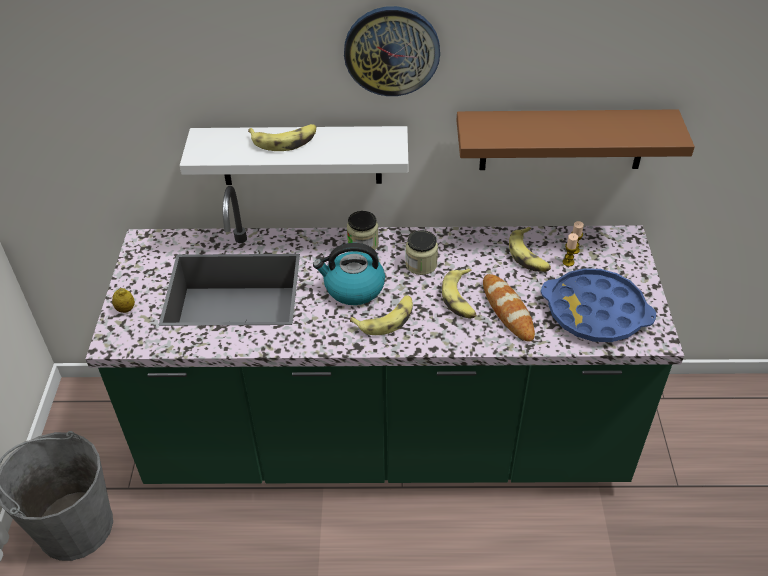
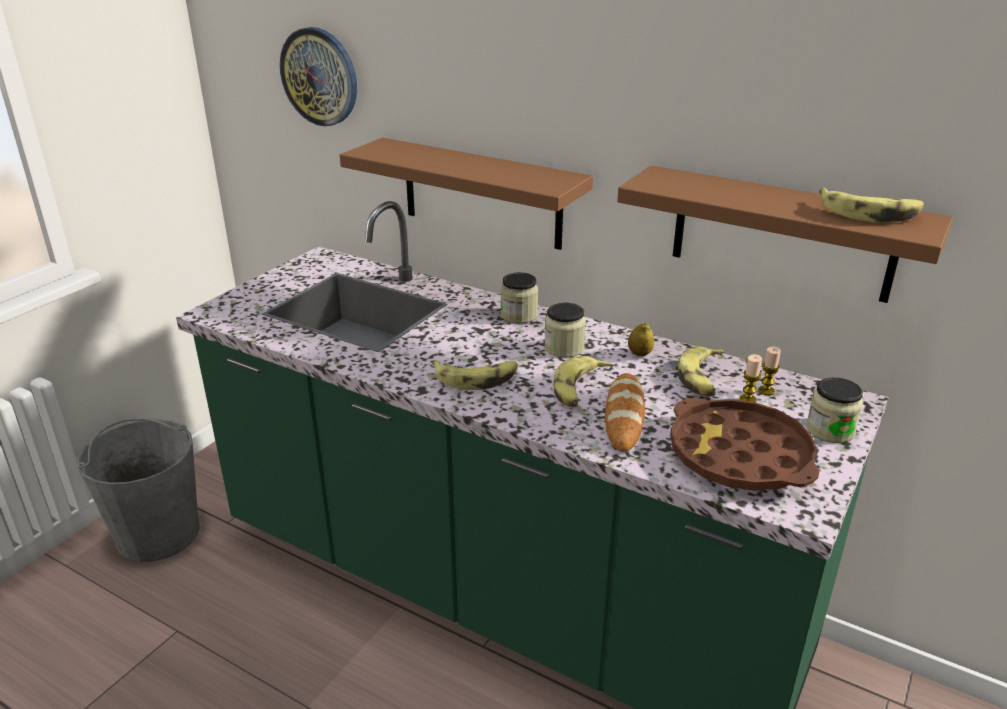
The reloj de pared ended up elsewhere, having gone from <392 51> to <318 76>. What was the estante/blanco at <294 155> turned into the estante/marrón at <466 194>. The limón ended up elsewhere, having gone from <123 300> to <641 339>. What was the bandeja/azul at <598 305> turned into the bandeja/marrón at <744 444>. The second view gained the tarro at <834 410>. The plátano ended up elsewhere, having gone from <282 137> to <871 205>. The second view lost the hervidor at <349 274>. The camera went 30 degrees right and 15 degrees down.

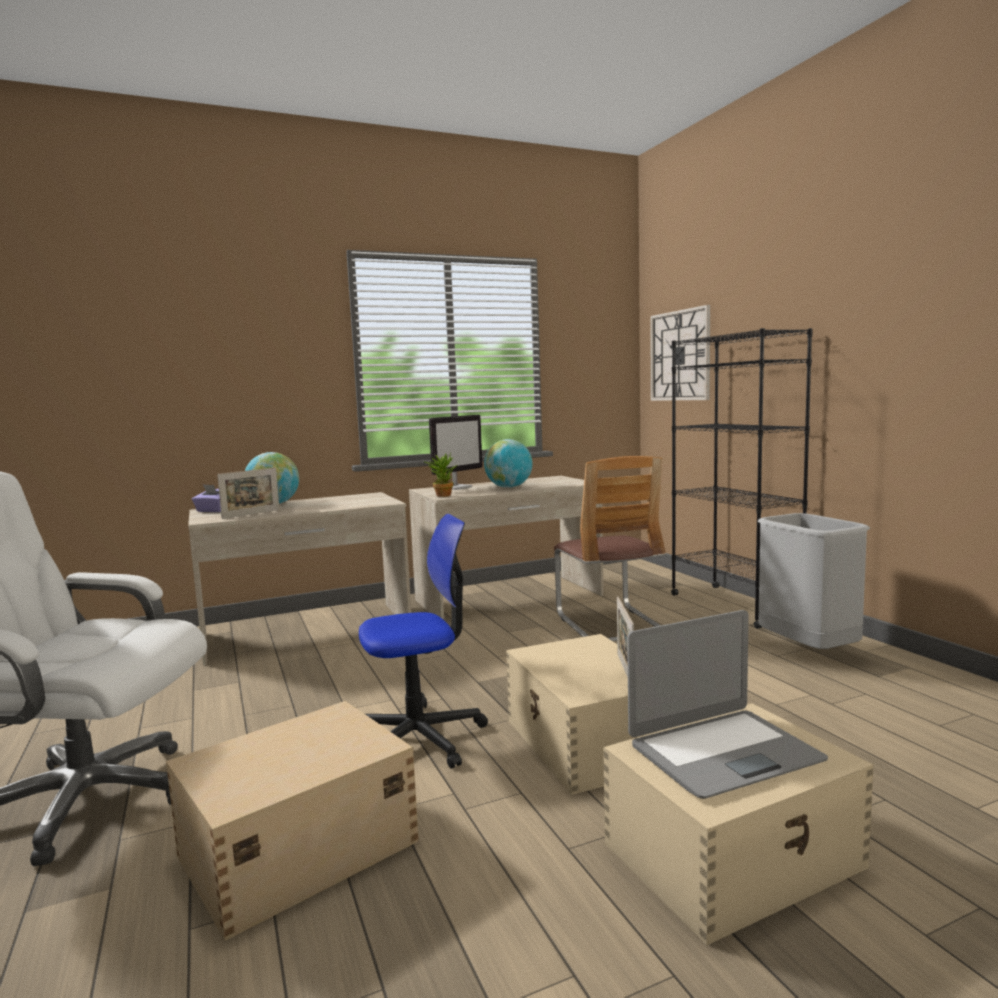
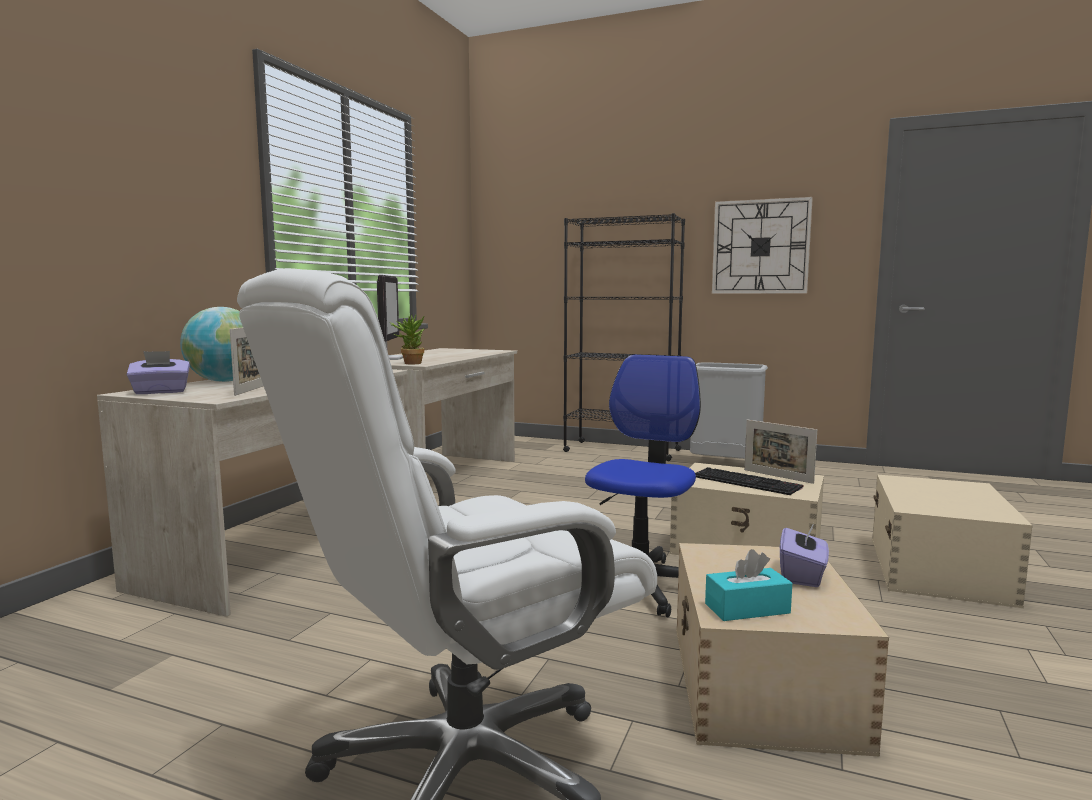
The second view gained the teclado at <749 481>. The second view gained the caja de pañuelos/turquesa at <748 585>. The reloj de pared ended up elsewhere, having gone from <680 353> to <762 245>. The second view gained the caja de pañuelos/morado at <804 554>. The second view lost the globo terráqueo at <508 463>. The second view lost the silla at <610 548>. The second view lost the portátil at <727 704>. The camera went 45 degrees left and 0 degrees up.

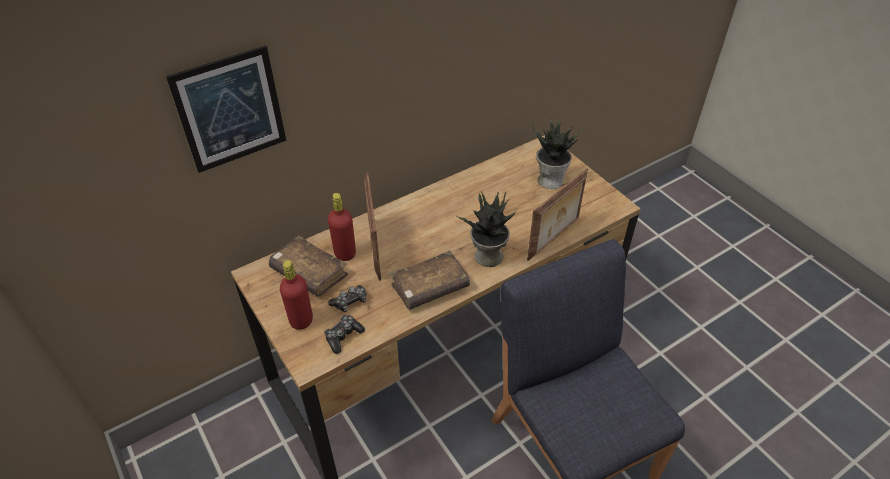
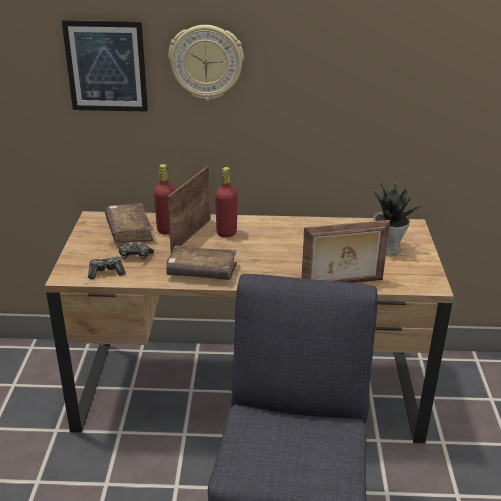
The second view gained the reloj de pared at <206 63>. The botella/rojo ended up elsewhere, having gone from <296 295> to <226 202>. The second view lost the planta en maceta at <487 229>. The camera went 35 degrees right and 15 degrees down.

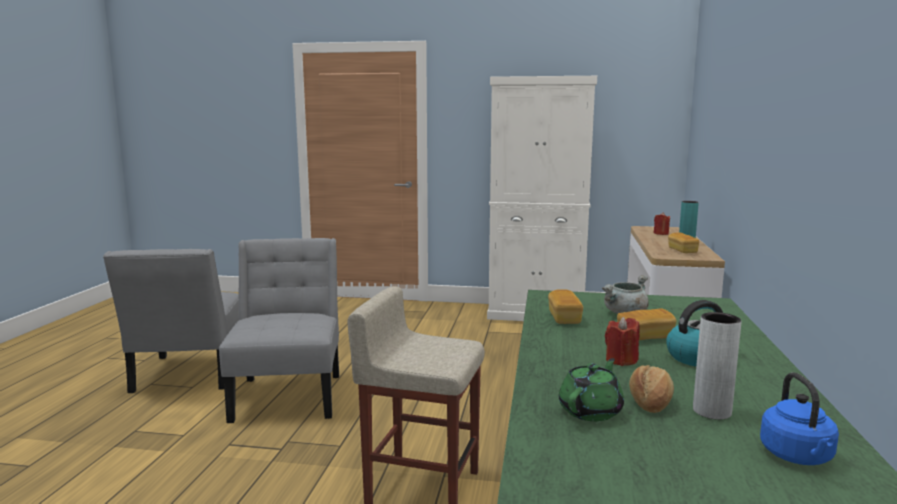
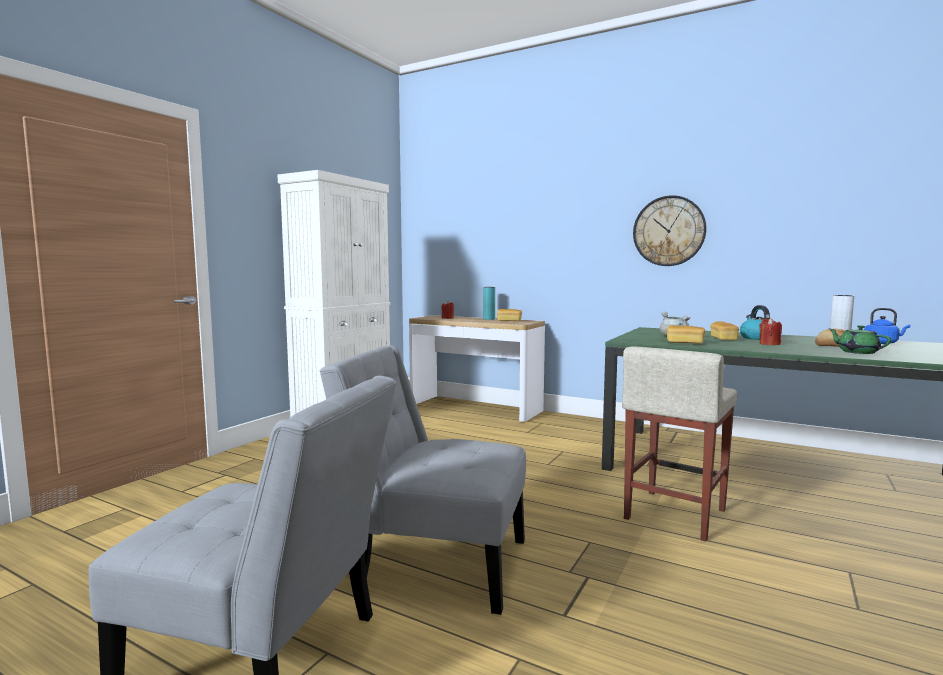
The second view gained the reloj de pared at <670 230>. The camera went 70 degrees left and 5 degrees down.

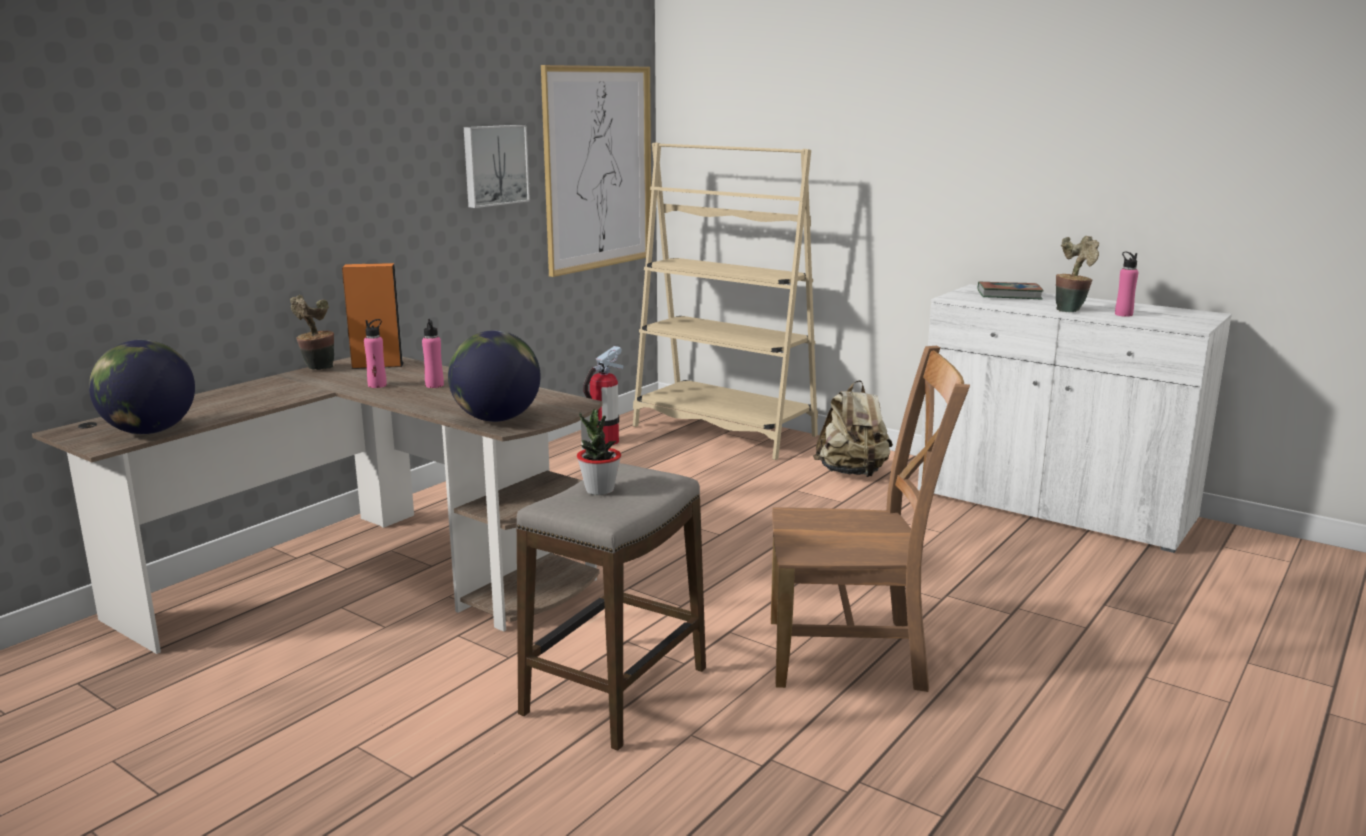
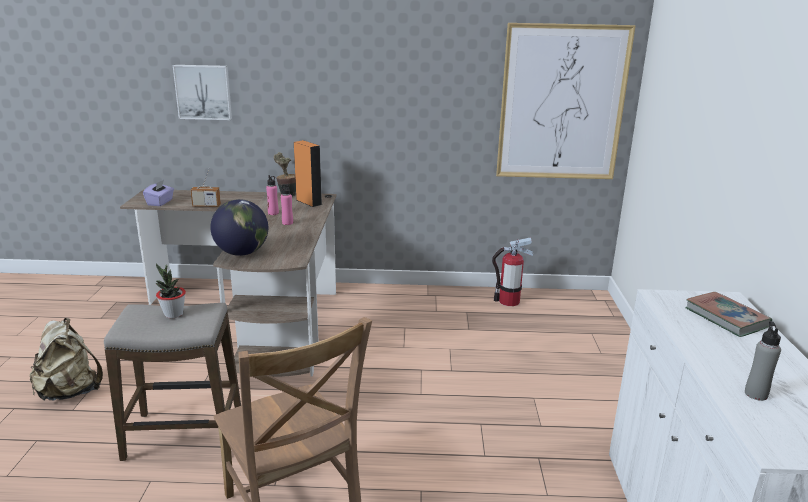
The mochila/beis ended up elsewhere, having gone from <853 428> to <66 359>. Where the globo terráqueo stood at <142 387>, the caja de pañuelos/morado came to stand at <158 193>. The cuadro ended up elsewhere, having gone from <497 166> to <202 92>. The second view gained the radio at <205 189>. What was the botella/rosa at <1126 284> turned into the botella/gris at <763 361>. The second view lost the estantería/beis at <725 301>. The second view lost the planta en maceta at <1077 274>. The camera went 55 degrees right and 5 degrees up.

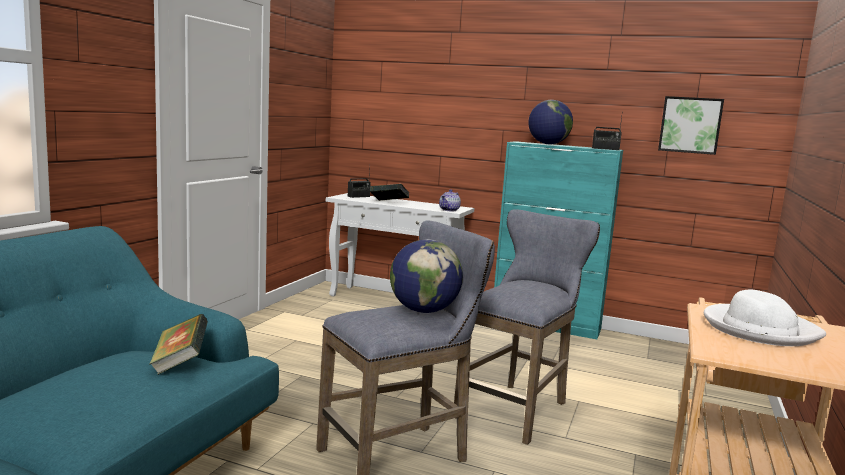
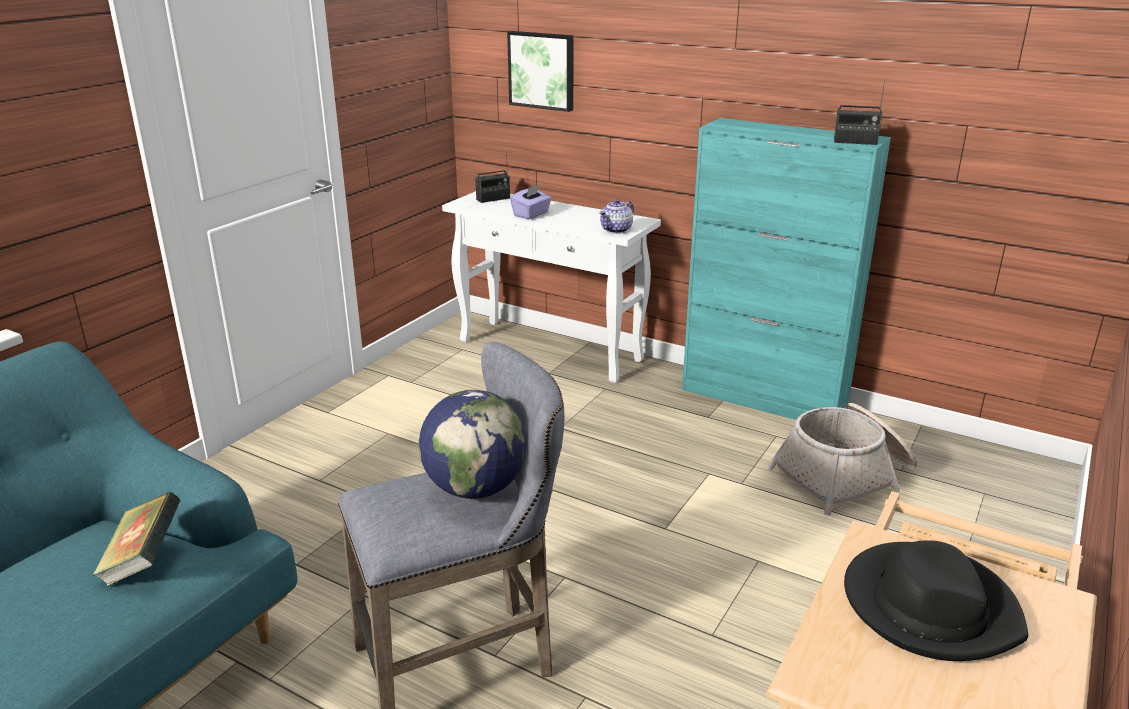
The cuadro ended up elsewhere, having gone from <691 125> to <540 71>. Where the libro stood at <389 192>, the caja de pañuelos/morado came to stand at <531 201>. The second view gained the cesta at <842 459>. What was the sombrero/blanco at <765 317> turned into the sombrero/negro at <936 600>. The second view lost the taburete/gris at <527 327>. The second view lost the globo terráqueo at <550 122>. The camera went 10 degrees right and 15 degrees up.

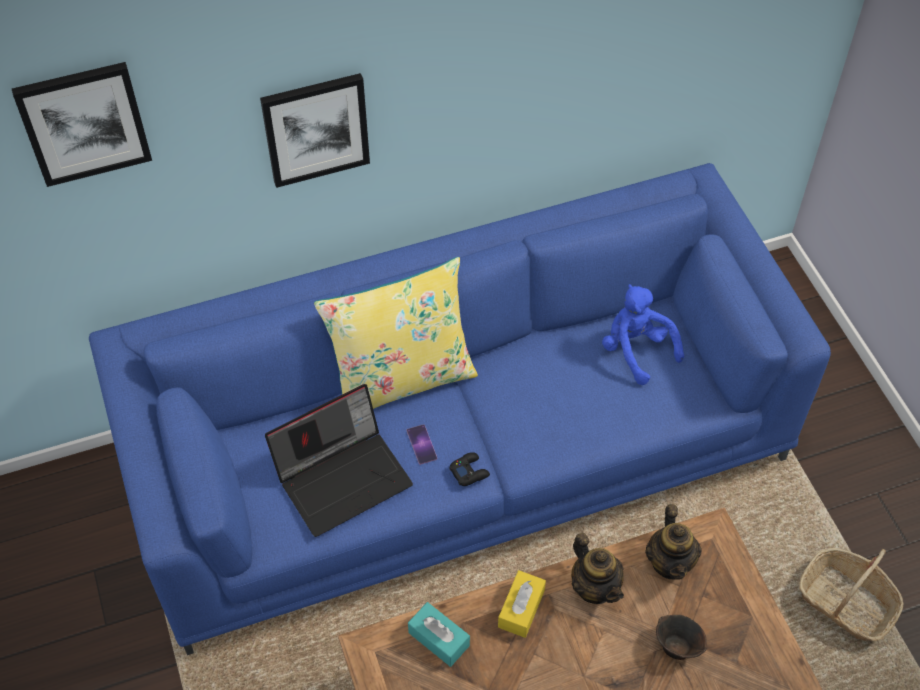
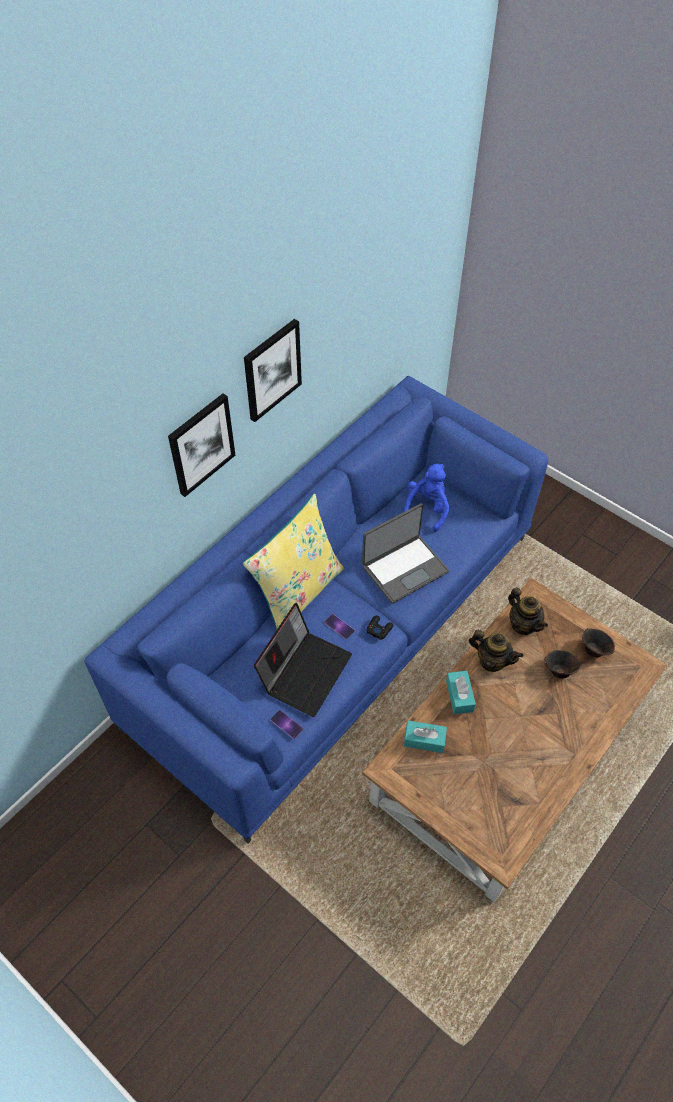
The cuadro ended up elsewhere, having gone from <82 124> to <273 370>. The second view gained the móvil at <287 724>. The second view gained the portátil at <405 553>. The peluche/azul at <643 334> ended up facing another way, 90 degrees clockwise from before. What was the caja de pañuelos/amarillo at <522 604> turned into the caja de pañuelos/turquesa at <461 692>. The second view gained the cuenco/marrón at <598 643>. The second view lost the cesta at <851 595>. The camera went 30 degrees left and 0 degrees up.

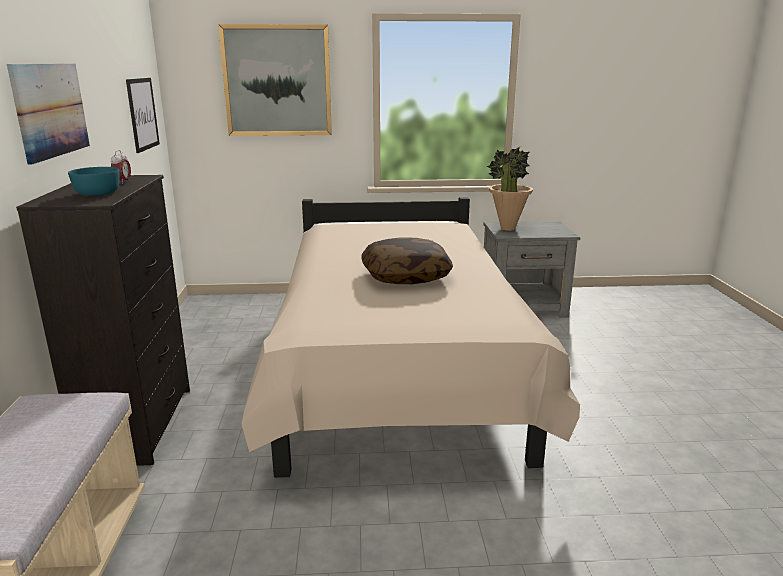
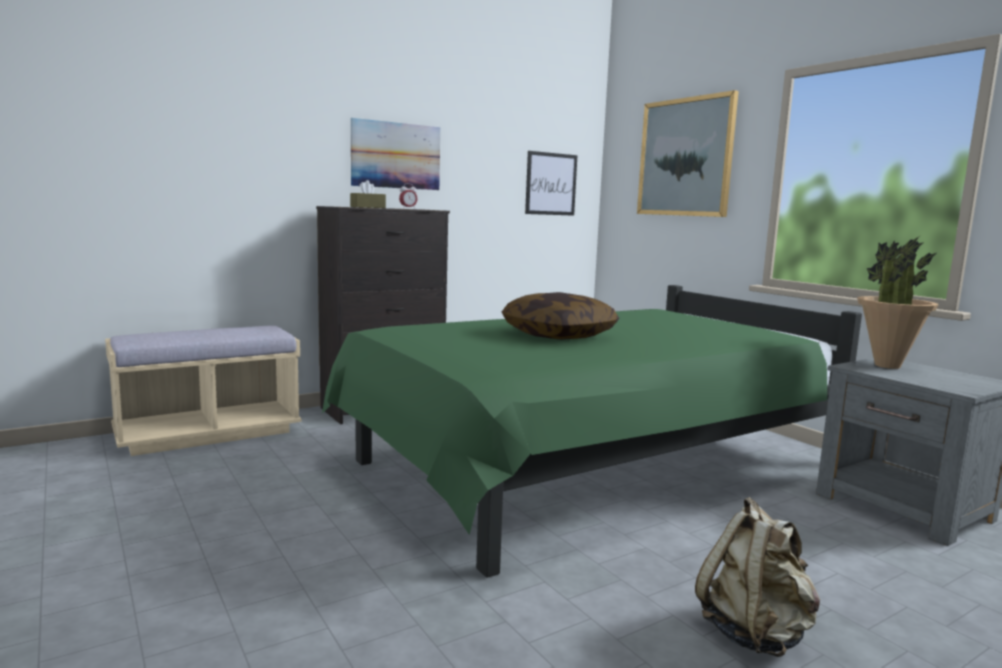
What was the cama/beis at <411 337> turned into the cama/verde at <592 431>. Where the cuenco/turquesa stood at <94 181>, the caja de pañuelos/marrón came to stand at <368 194>. The second view gained the mochila/beis at <757 577>. The camera went 60 degrees right and 10 degrees down.

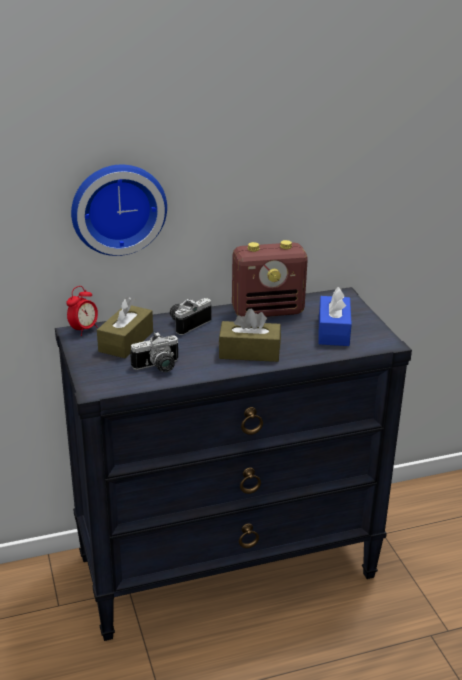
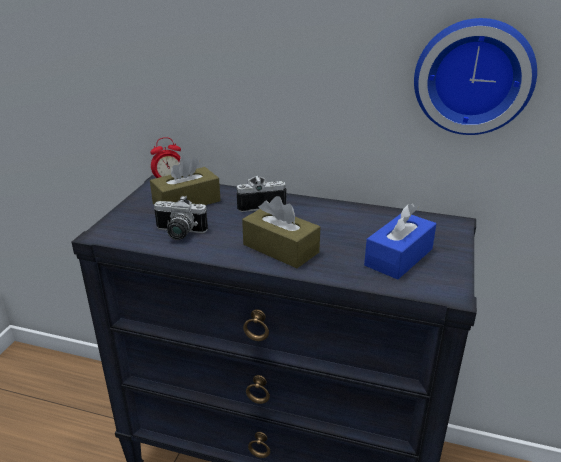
The reloj de pared ended up elsewhere, having gone from <119 210> to <475 76>. The second view lost the radio at <270 278>. The camera went 35 degrees right and 0 degrees up.

